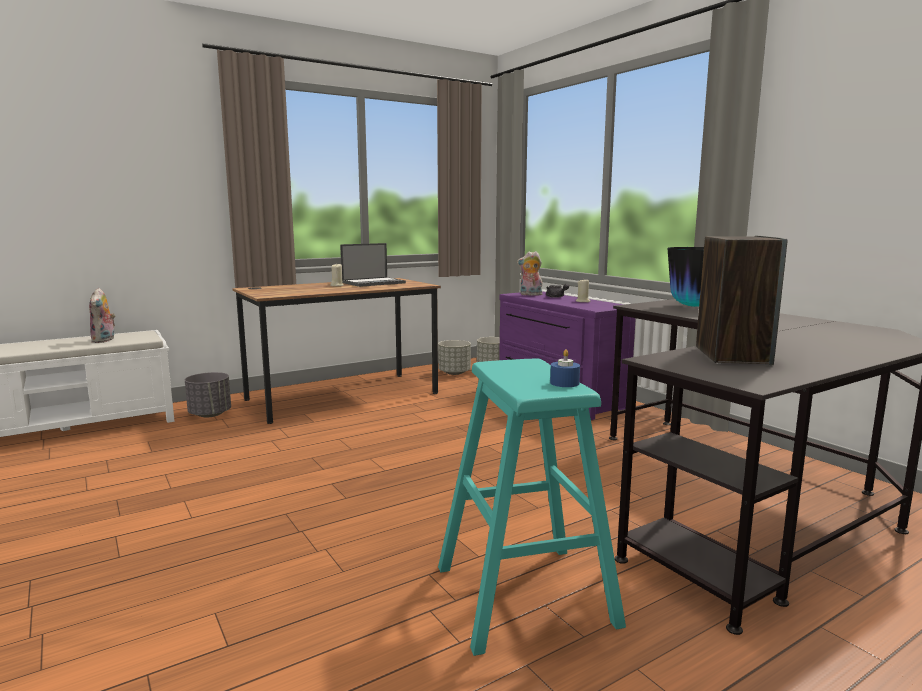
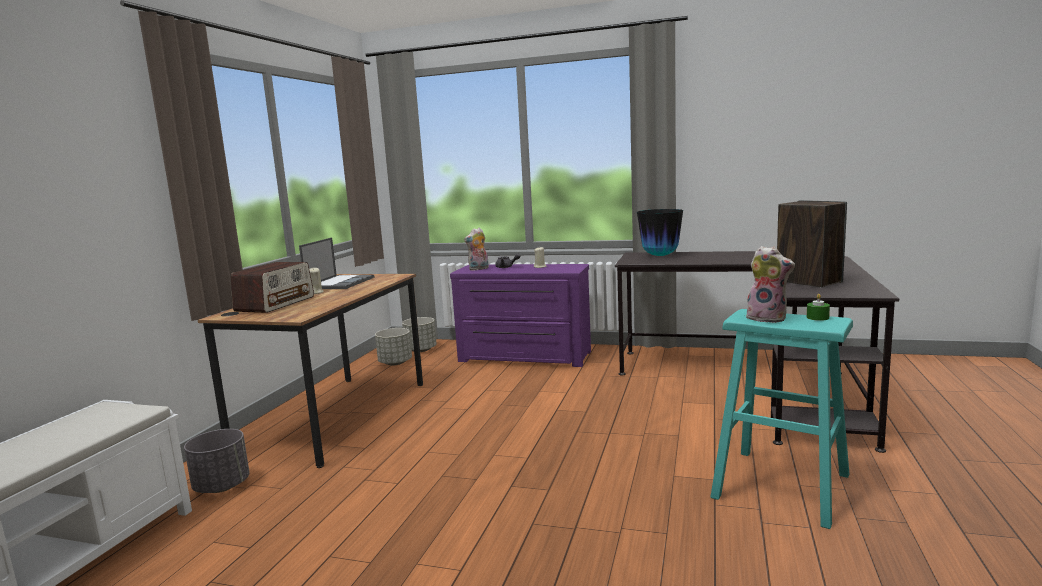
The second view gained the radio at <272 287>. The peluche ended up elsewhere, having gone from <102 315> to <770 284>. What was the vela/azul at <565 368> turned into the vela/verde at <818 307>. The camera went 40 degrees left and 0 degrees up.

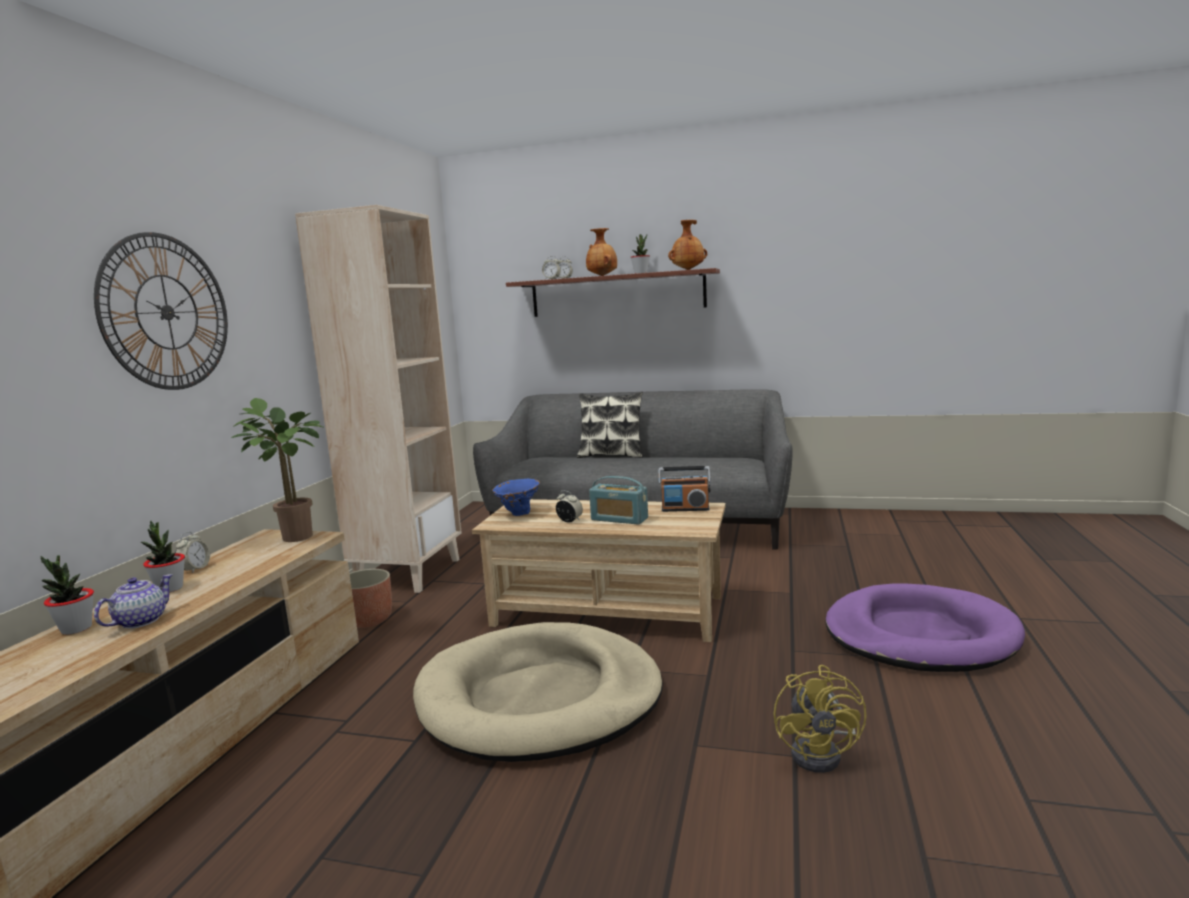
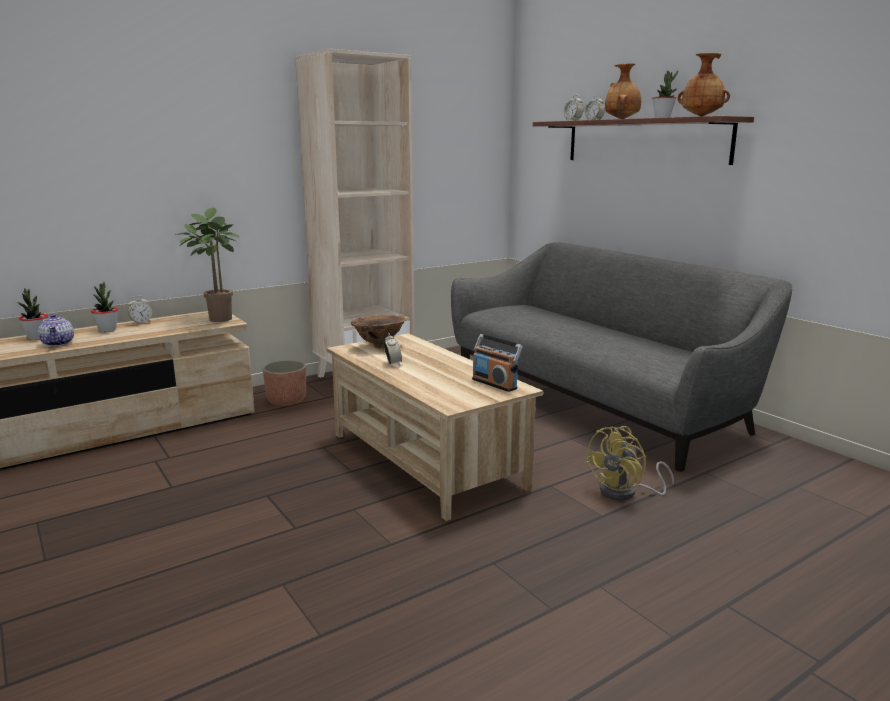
The tetera at <133 601> ended up facing another way, 90 degrees clockwise from before. What was the florero/azul at <516 497> turned into the florero/marrón at <378 331>. The ventilador/amarillo ended up elsewhere, having gone from <820 719> to <629 463>. The second view lost the reloj de pared at <161 311>. The second view lost the cama para perro/beis at <538 692>. The second view lost the cojín at <610 424>. The second view lost the radio at <618 500>. The second view lost the cama para perro/morado at <925 627>. The camera went 40 degrees right and 5 degrees up.

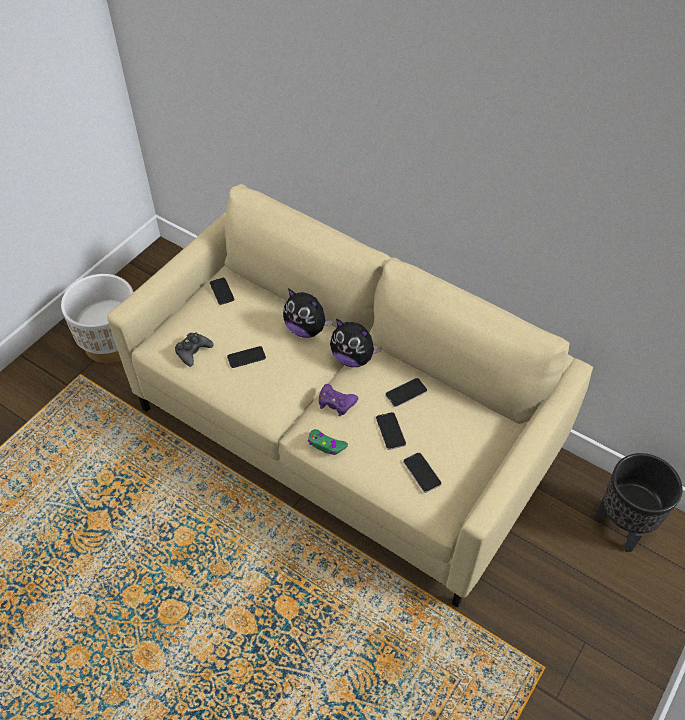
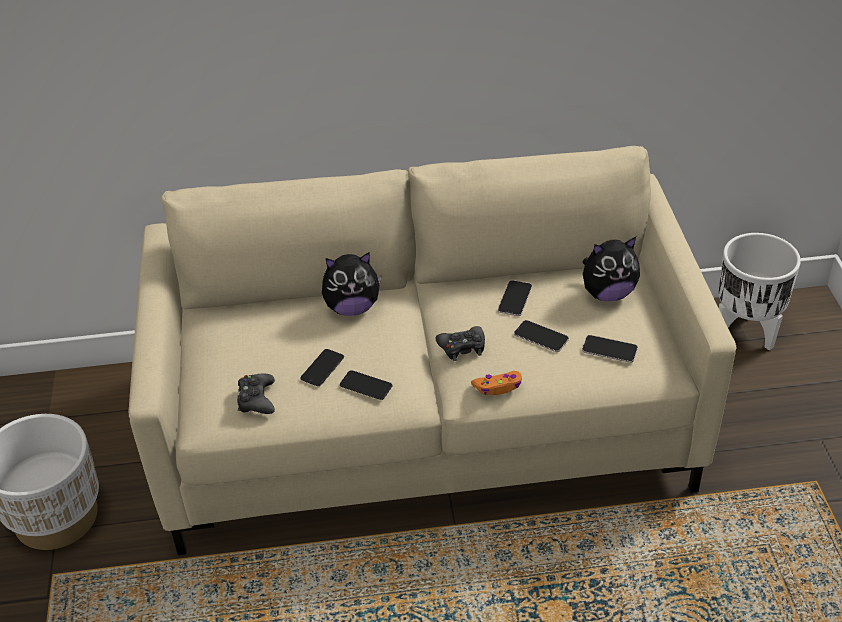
The móvil ended up elsewhere, having gone from <222 291> to <366 385>. What was the mando de consola/morado at <338 400> turned into the mando de consola/negro at <460 343>. What was the mando de consola/verde at <328 442> turned into the mando de consola/naranja at <496 383>. The peluche ended up elsewhere, having gone from <355 343> to <611 269>. What was the maceta/negro at <639 502> turned into the maceta/blanco at <760 291>. The camera went 40 degrees left and 10 degrees down.

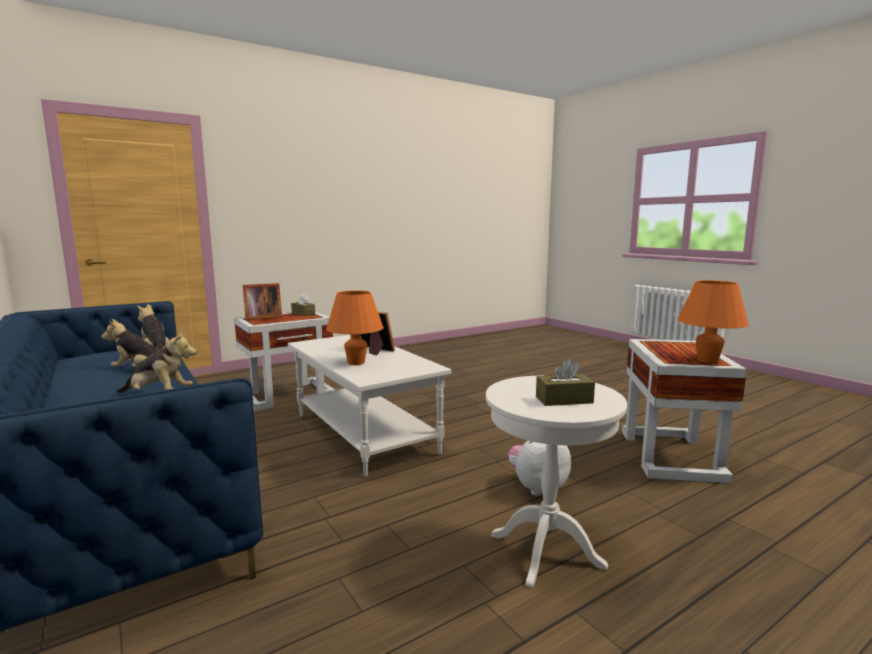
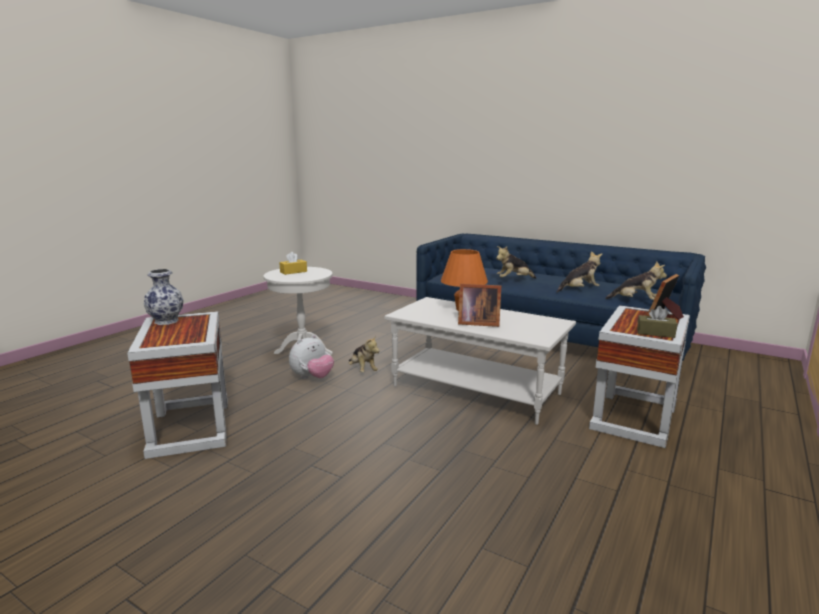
Where the lámpara de mesa/naranja stood at <713 321>, the florero came to stand at <164 297>. What was the caja de pañuelos/marrón at <565 382> turned into the caja de pañuelos/amarillo at <293 263>. The second view gained the peluche at <364 354>. The camera went 155 degrees right and 5 degrees up.

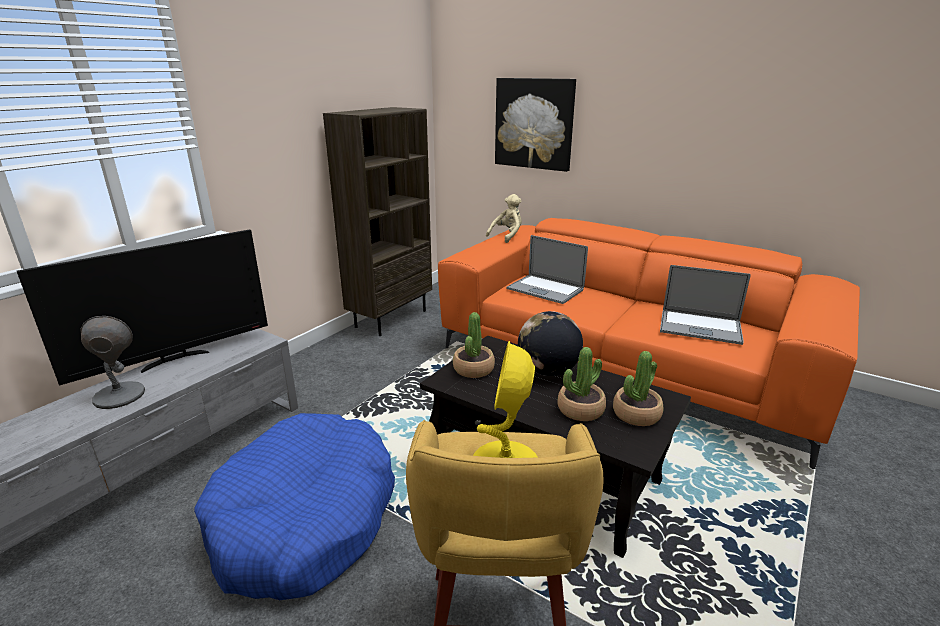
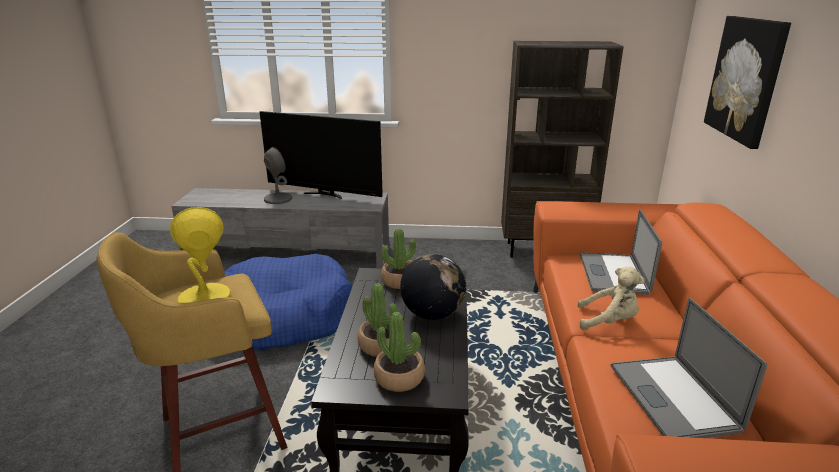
The peluche/beis ended up elsewhere, having gone from <504 218> to <611 298>. The camera went 60 degrees right and 0 degrees up.

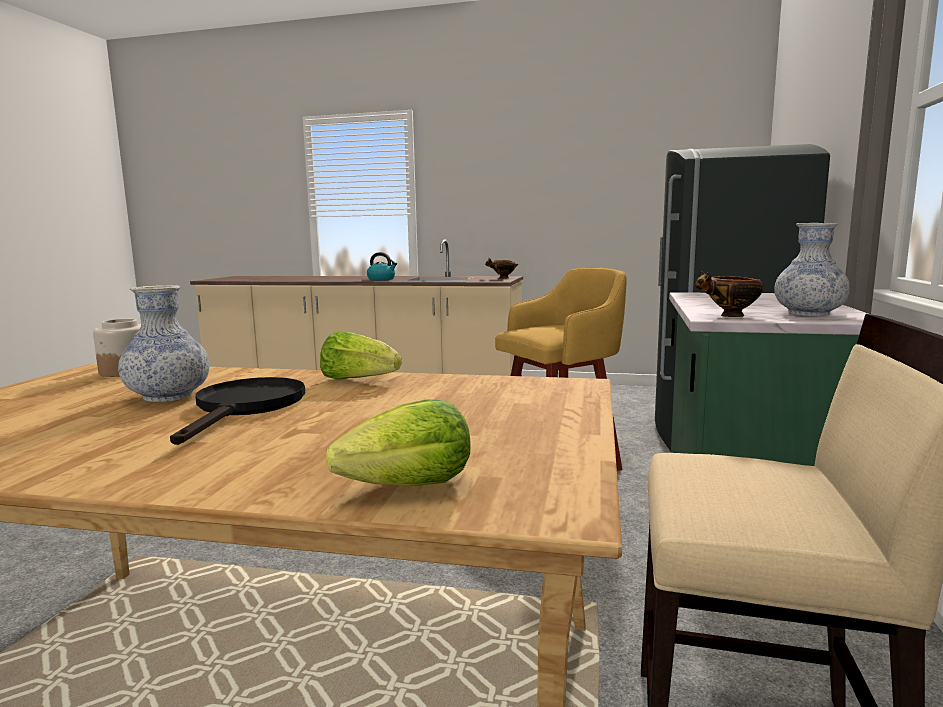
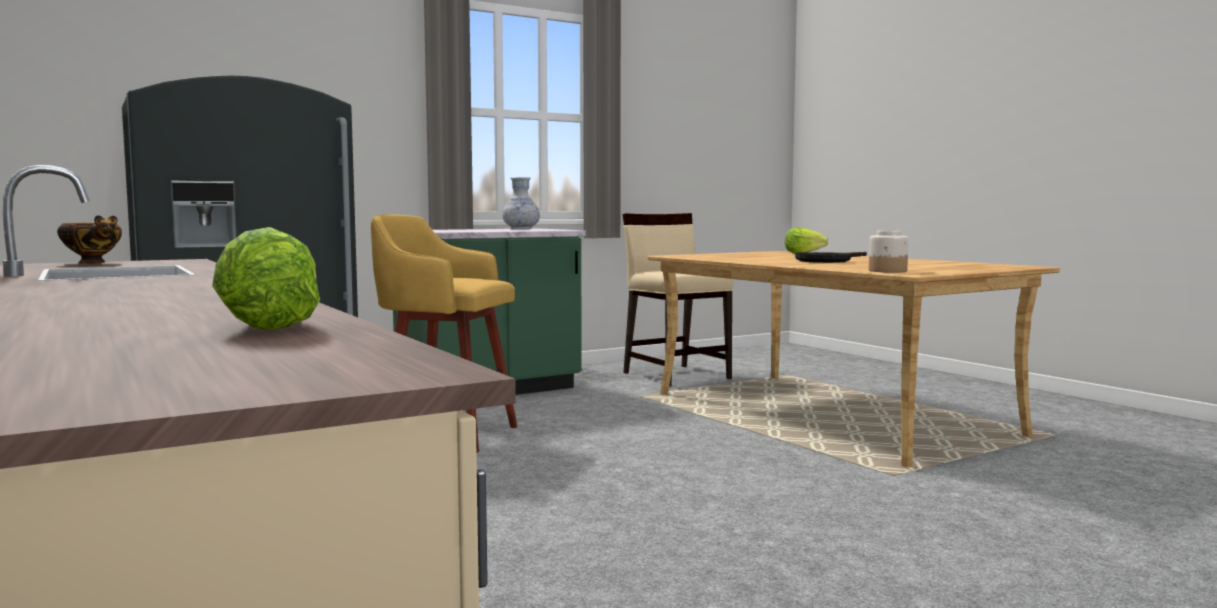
The lechuga ended up elsewhere, having gone from <361 355> to <266 278>. The second view lost the florero at <163 343>. The second view lost the hervidor at <382 266>. The second view lost the cuenco at <729 294>. The camera went 135 degrees left and 5 degrees down.

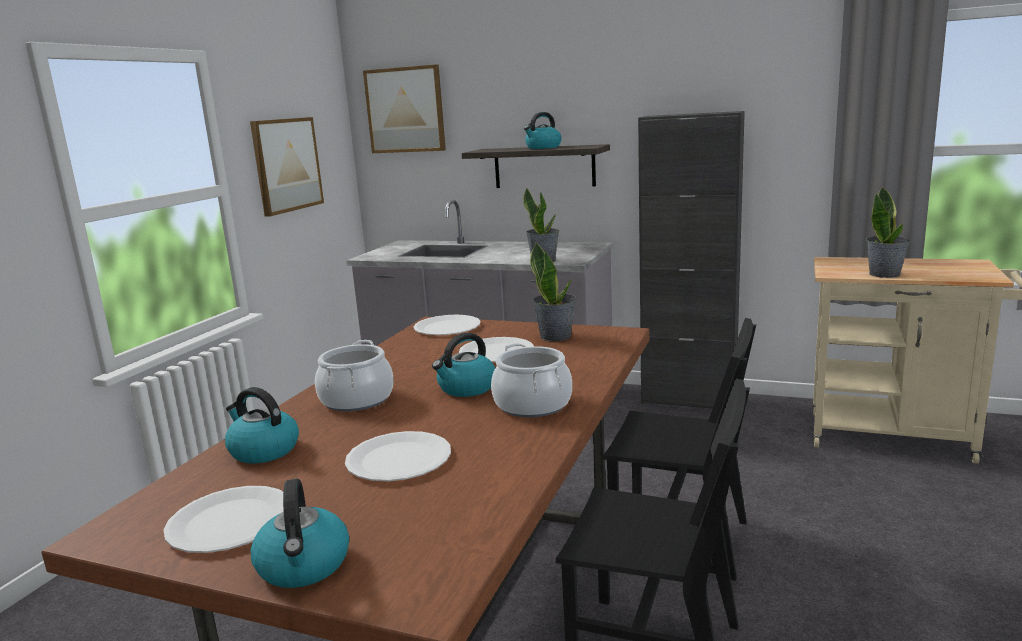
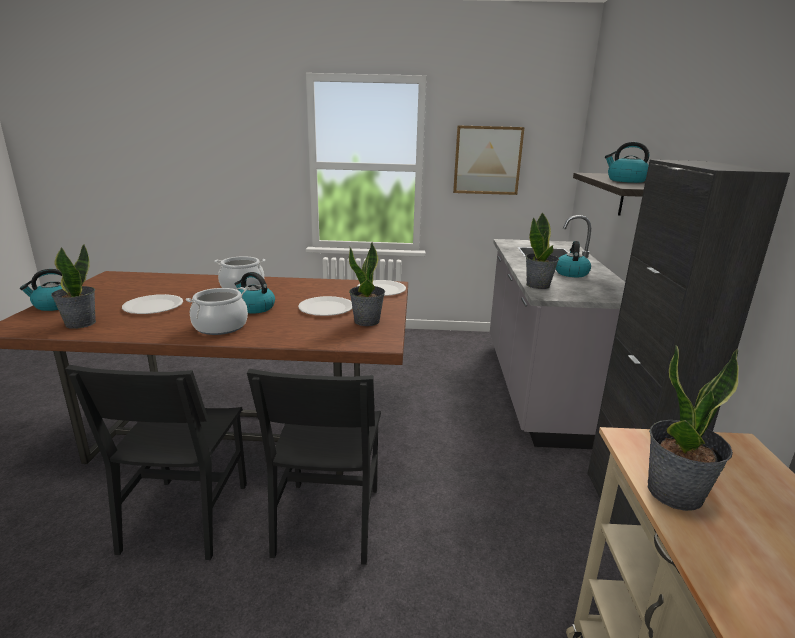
The second view gained the planta en maceta at <73 286>. The hervidor ended up elsewhere, having gone from <262 425> to <573 259>. The second view lost the plato/blanco at <224 519>. The second view lost the cuadro at <404 109>. The camera went 70 degrees right and 5 degrees up.

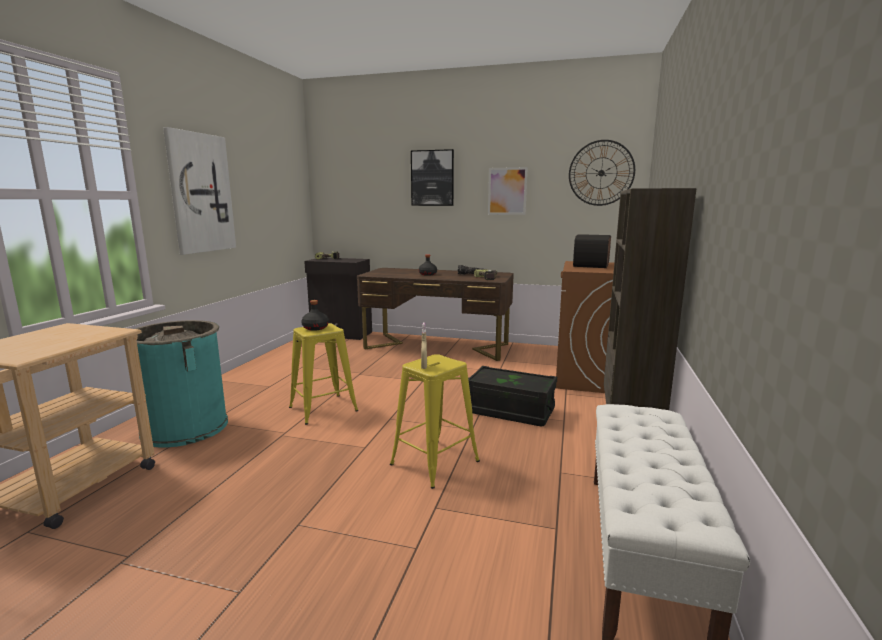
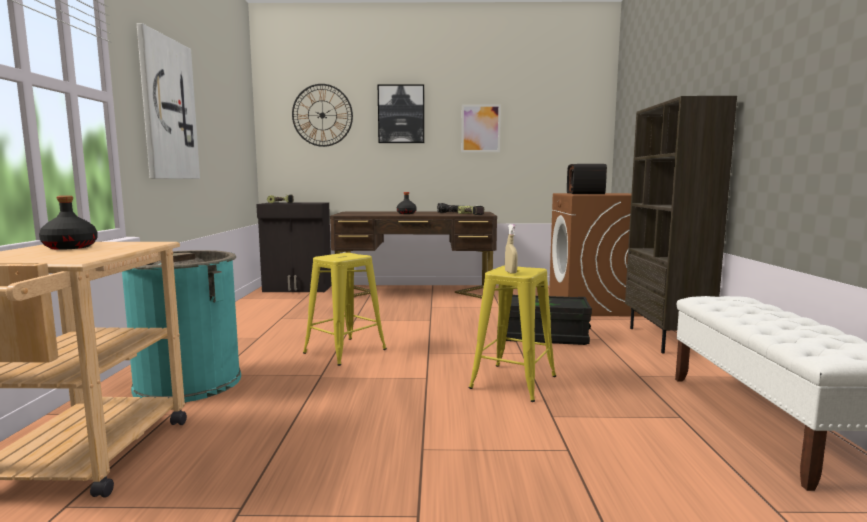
The botella/negro ended up elsewhere, having gone from <315 315> to <68 223>. The reloj de pared ended up elsewhere, having gone from <602 173> to <322 115>. The camera went 15 degrees left and 5 degrees down.

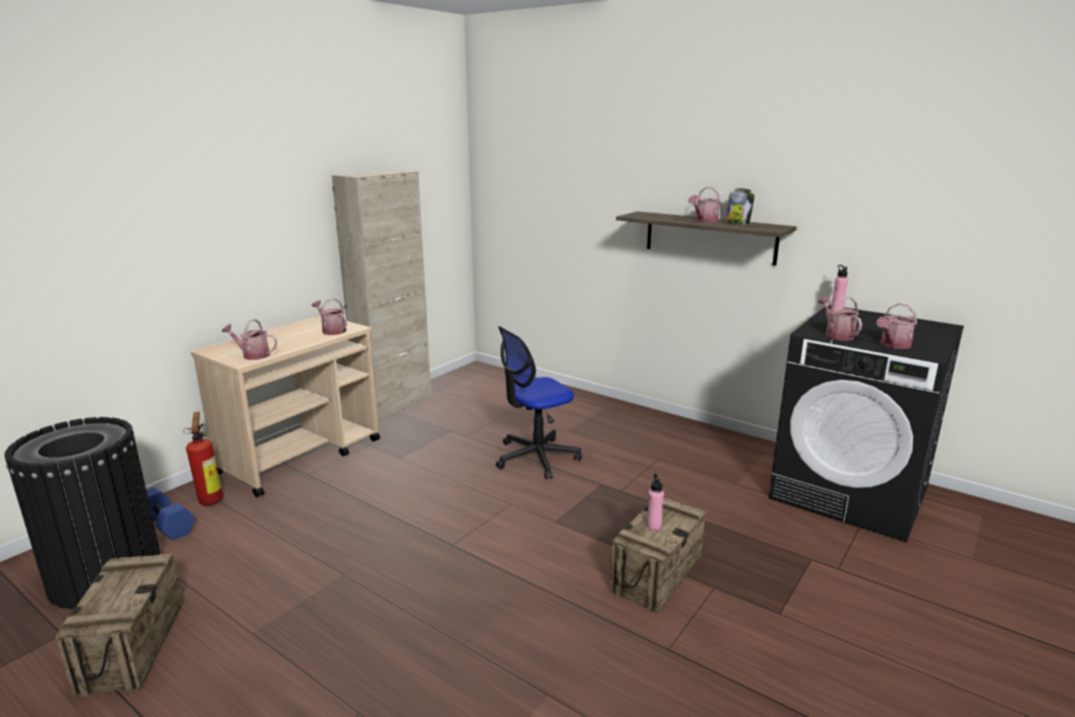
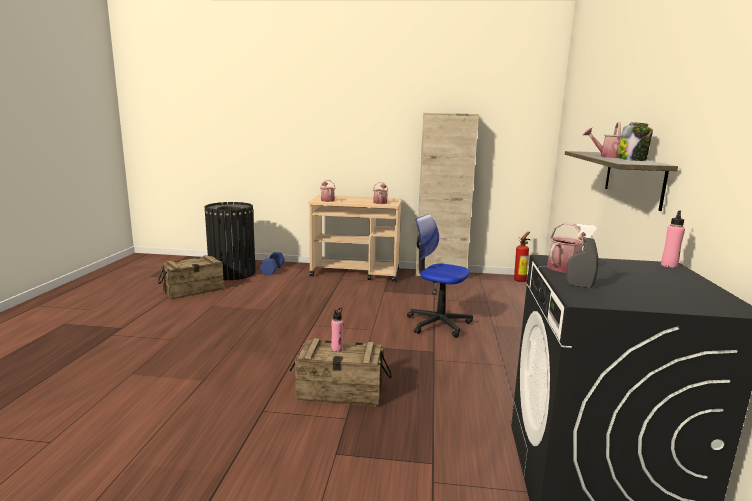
The extintor ended up elsewhere, having gone from <203 459> to <522 257>. Where the regadera stood at <897 326>, the pulverizador/gris came to stand at <582 256>. The camera went 60 degrees right and 5 degrees down.

